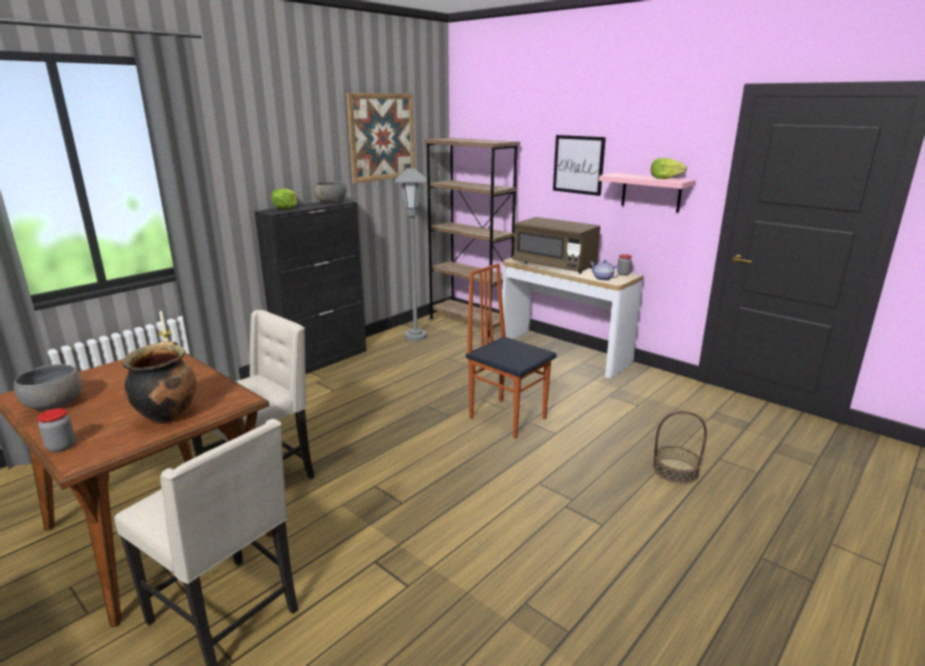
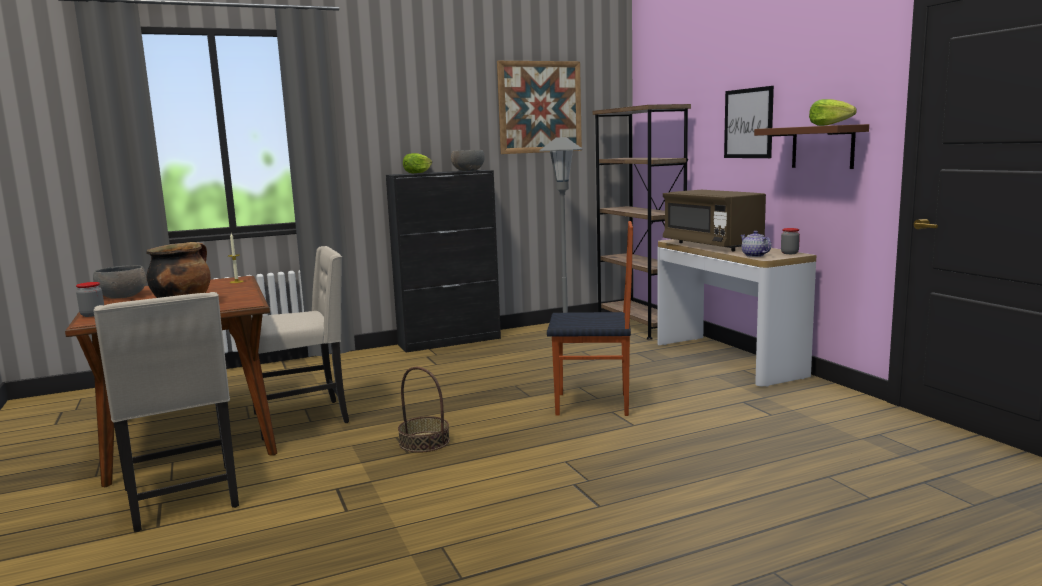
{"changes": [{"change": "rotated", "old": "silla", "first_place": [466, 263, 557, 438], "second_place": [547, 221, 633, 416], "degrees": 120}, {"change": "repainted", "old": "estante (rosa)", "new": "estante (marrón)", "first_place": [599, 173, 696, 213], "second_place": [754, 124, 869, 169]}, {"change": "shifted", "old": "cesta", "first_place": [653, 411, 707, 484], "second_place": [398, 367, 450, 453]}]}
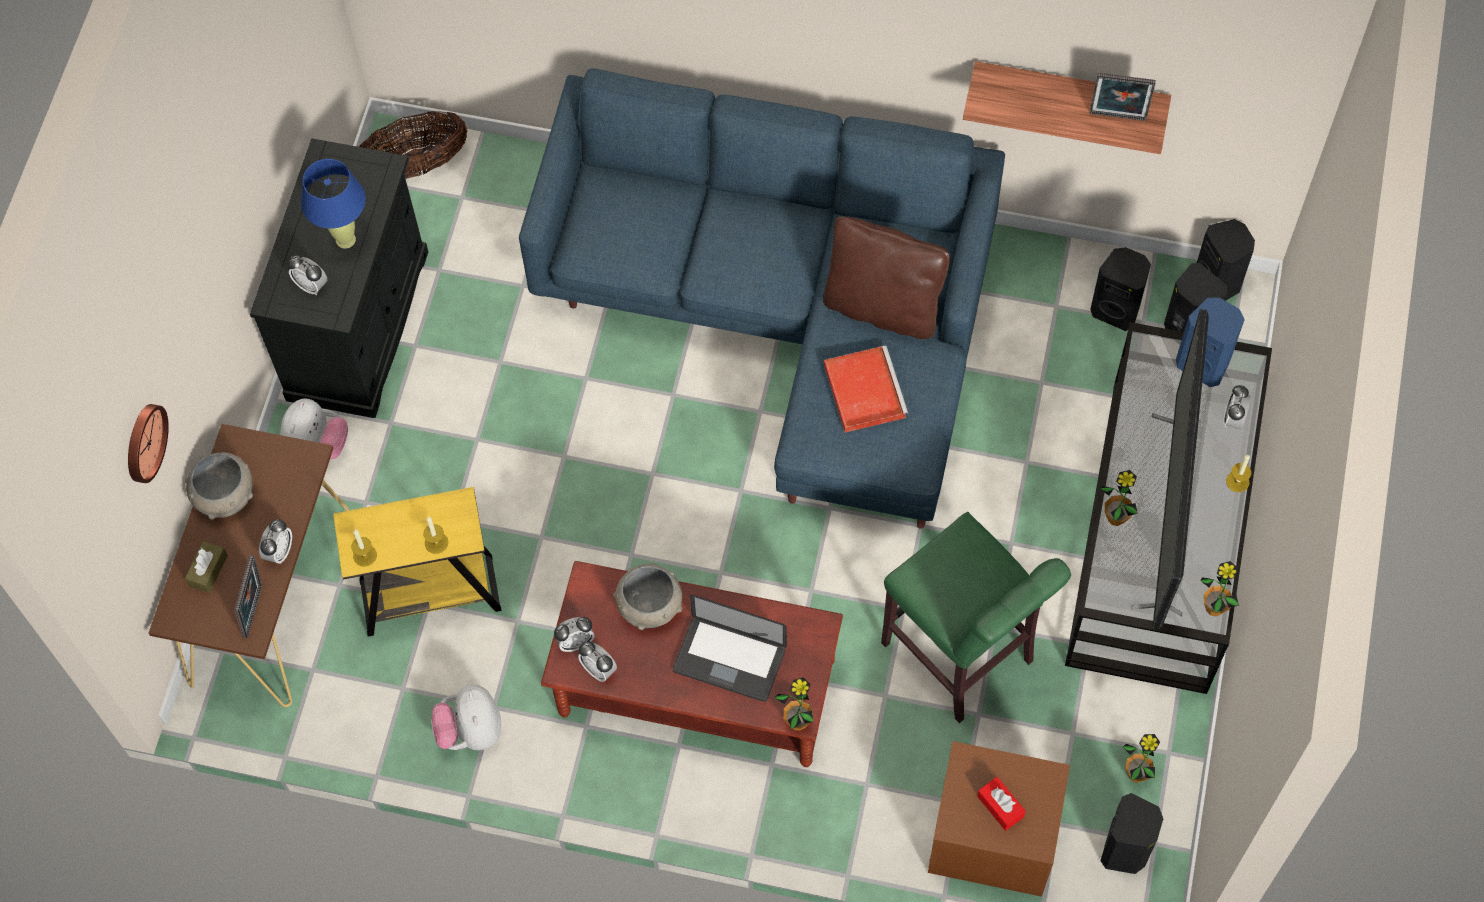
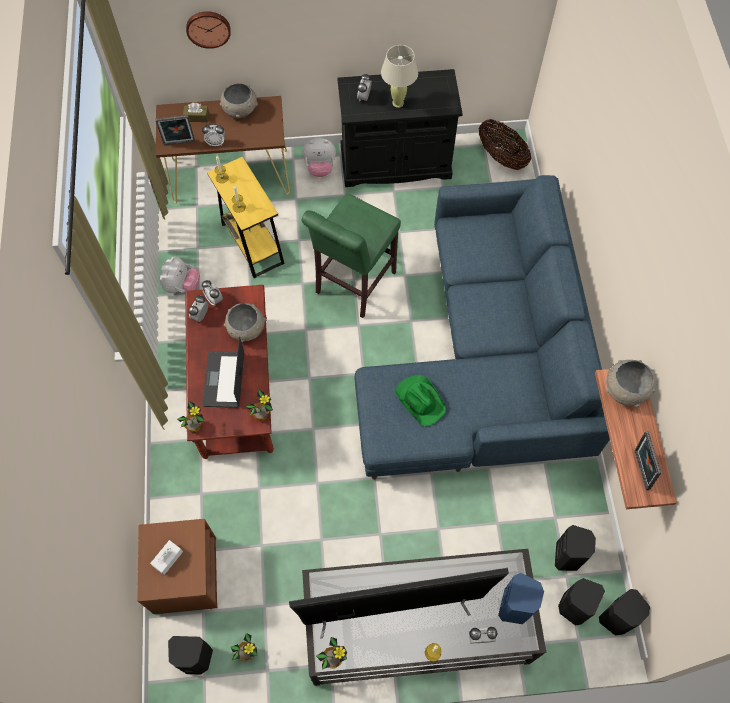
{"changes": [{"change": "repainted", "old": "lámpara de mesa (azul)", "new": "lámpara de mesa (beis)", "first_place": [301, 159, 366, 249], "second_place": [381, 45, 418, 108]}, {"change": "rotated", "old": "peluche", "first_place": [432, 684, 501, 750], "second_place": [160, 257, 200, 293], "degrees": 135}, {"change": "gone", "old": "cojín (marrón)", "first_place": [823, 216, 950, 339]}, {"change": "swapped", "old": "bandeja (rojo)", "new": "sombrero (verde)", "first_place": [824, 346, 908, 433], "second_place": [395, 375, 446, 427]}, {"change": "shifted", "old": "taburete (verde)", "first_place": [881, 512, 1071, 723], "second_place": [302, 193, 401, 318]}, {"change": "repainted", "old": "caja de pañuelos (rojo)", "new": "caja de pañuelos (blanco)", "first_place": [977, 777, 1025, 831], "second_place": [150, 540, 183, 575]}, {"change": "shifted", "old": "planta en maceta", "first_place": [1101, 470, 1138, 526], "second_place": [246, 389, 273, 421]}, {"change": "new", "new": "cuenco (gris)", "second_place": [606, 360, 656, 407]}]}
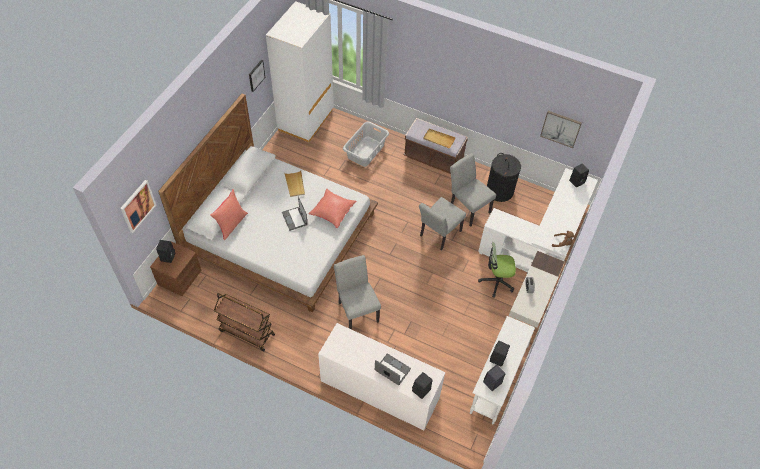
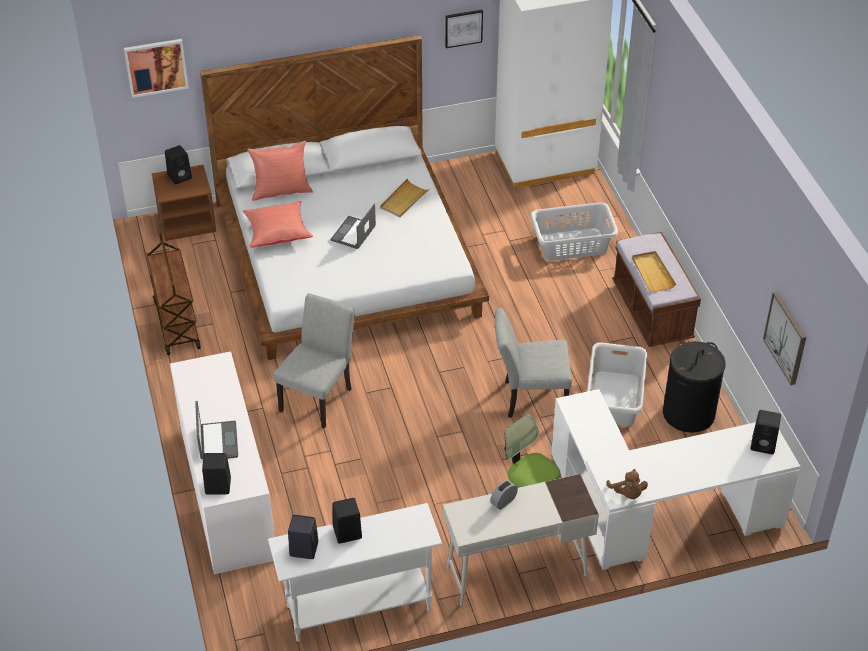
{"changes": [{"change": "shifted", "old": "cojín (rojo)", "first_place": [308, 189, 356, 228], "second_place": [243, 201, 313, 248]}, {"change": "swapped", "old": "silla (gris)", "new": "cesto de la ropa (gris)", "first_place": [450, 153, 496, 227], "second_place": [587, 342, 647, 426]}]}
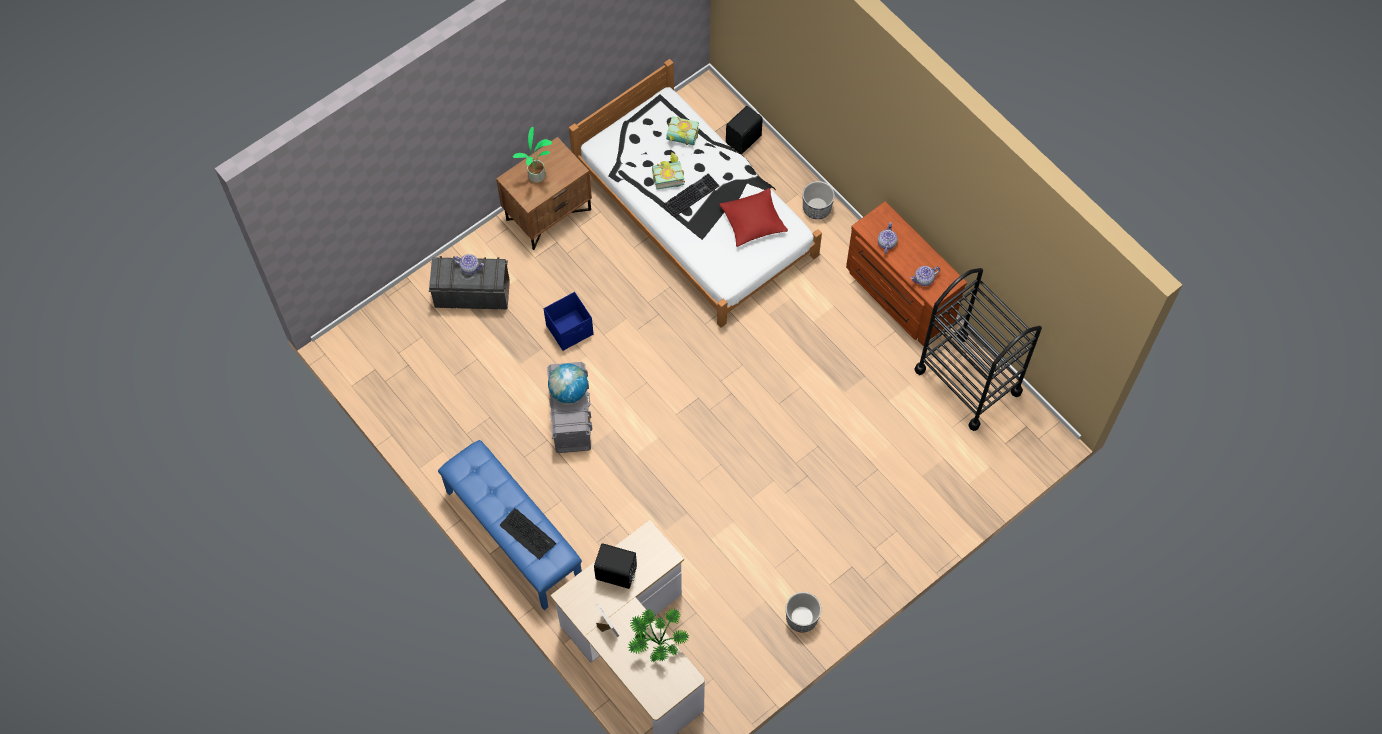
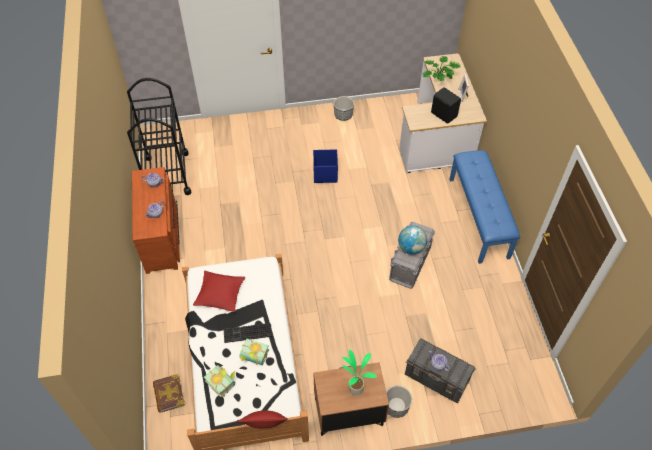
{"changes": [{"change": "gone", "old": "teclado", "first_place": [500, 508, 556, 560]}, {"change": "shifted", "old": "caja de almacenaje (azul)", "first_place": [544, 292, 594, 351], "second_place": [313, 149, 338, 183]}, {"change": "swapped", "old": "altavoz (negro)", "new": "libro", "first_place": [726, 106, 763, 154], "second_place": [153, 374, 185, 413]}, {"change": "shifted", "old": "maceta", "first_place": [803, 181, 835, 219], "second_place": [386, 385, 412, 418]}, {"change": "new", "new": "cojín (rojo)", "second_place": [237, 410, 288, 428]}]}
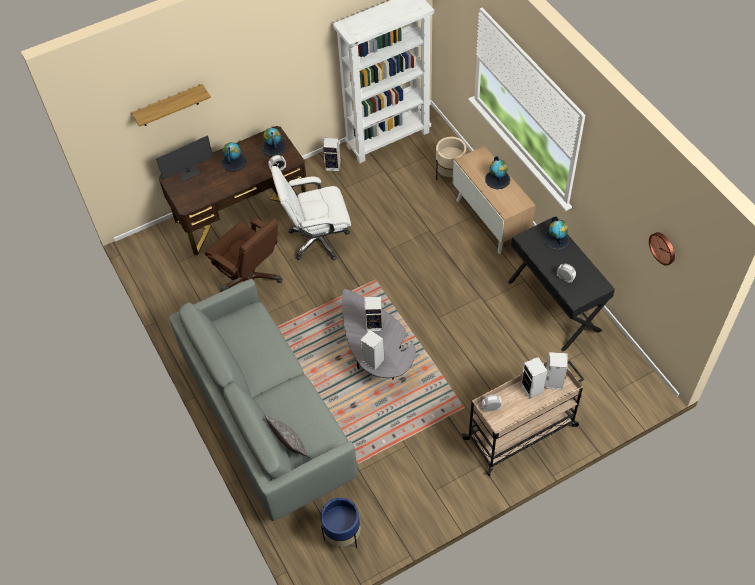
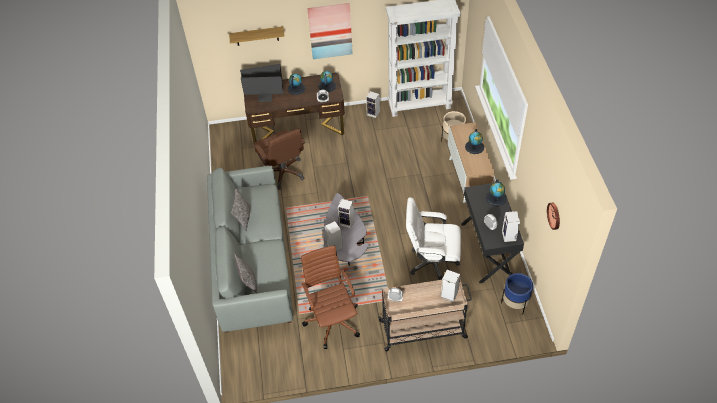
{"changes": [{"change": "shifted", "old": "silla de oficina (blanco)", "first_place": [271, 166, 351, 260], "second_place": [406, 197, 461, 280]}, {"change": "shifted", "old": "maceta (azul)", "first_place": [321, 498, 361, 548], "second_place": [501, 273, 533, 313]}, {"change": "shifted", "old": "altavoz", "first_place": [520, 357, 547, 399], "second_place": [502, 211, 520, 242]}, {"change": "new", "new": "cojín", "second_place": [231, 188, 251, 231]}, {"change": "new", "new": "monitor", "second_place": [241, 76, 284, 102]}, {"change": "new", "new": "silla de oficina (marrón)", "second_place": [301, 245, 360, 349]}, {"change": "new", "new": "cuadro", "second_place": [307, 3, 353, 59]}]}
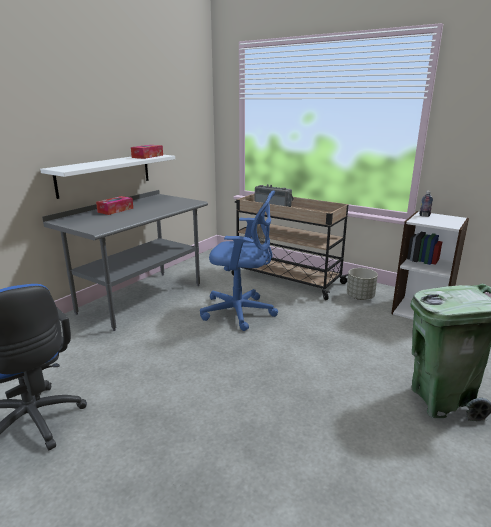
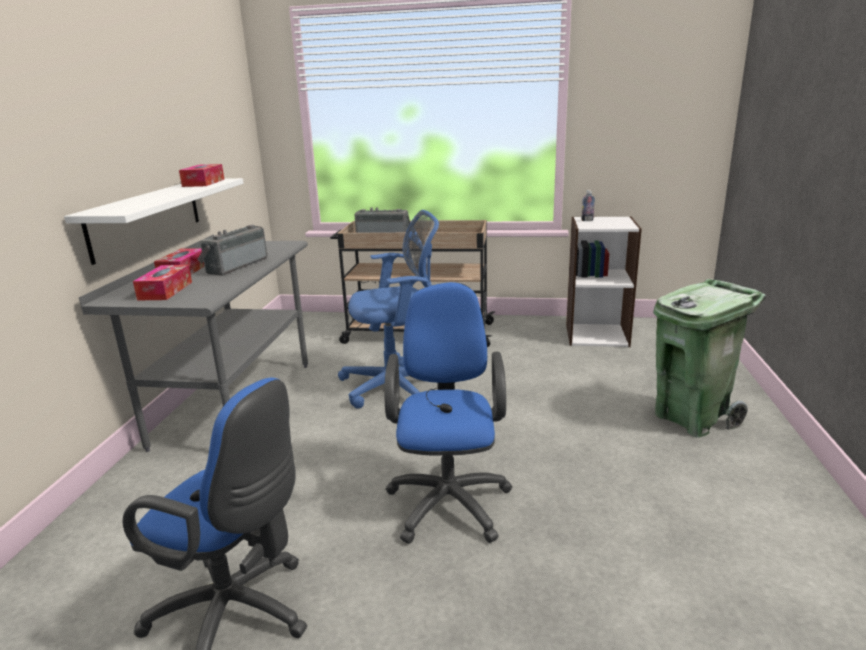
{"changes": [{"change": "gone", "old": "maceta (gris)", "first_place": [347, 268, 378, 300]}, {"change": "new", "new": "caja de pañuelos", "second_place": [133, 265, 192, 300]}, {"change": "new", "new": "radio", "second_place": [198, 225, 267, 276]}, {"change": "new", "new": "silla de oficina (azul)", "second_place": [384, 282, 512, 544]}]}
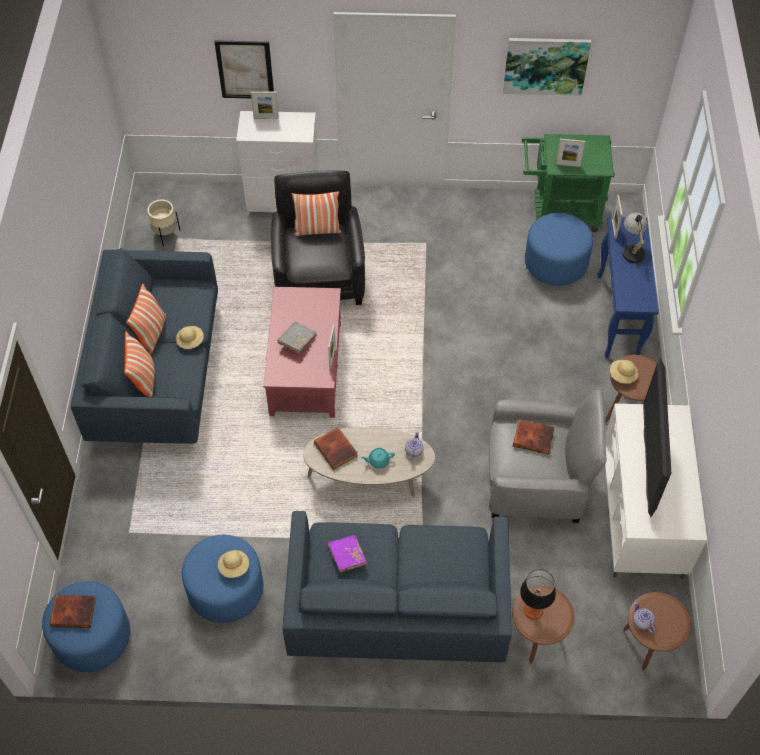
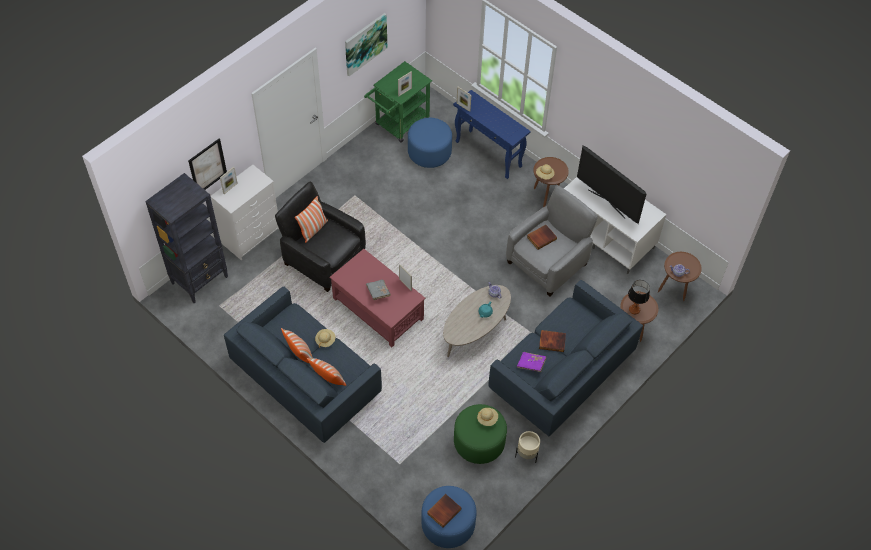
{"changes": [{"change": "shifted", "old": "maceta (beis)", "first_place": [147, 200, 180, 246], "second_place": [515, 431, 540, 463]}, {"change": "repainted", "old": "puf (azul)", "new": "puf (verde)", "first_place": [182, 535, 263, 623], "second_place": [454, 404, 507, 464]}, {"change": "shifted", "old": "libro", "first_place": [314, 427, 358, 470], "second_place": [539, 330, 566, 352]}, {"change": "gone", "old": "lámpara de mesa", "first_place": [622, 213, 647, 270]}, {"change": "new", "new": "estantería (negro)", "second_place": [145, 173, 228, 303]}]}
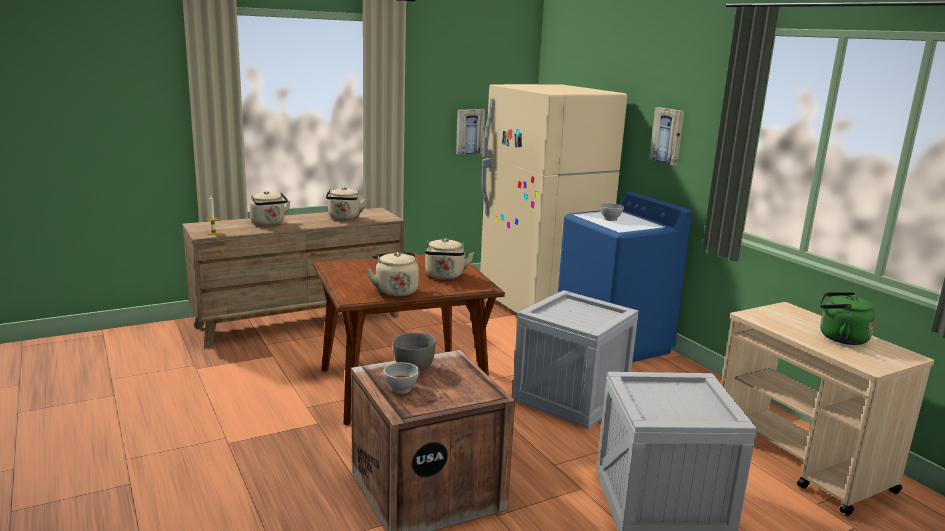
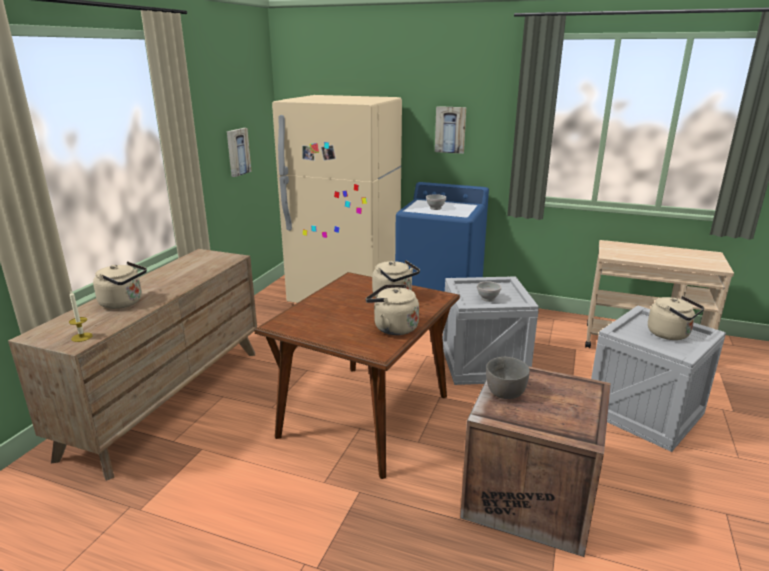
{"changes": [{"change": "shifted", "old": "hervidor (beis)", "first_place": [326, 187, 367, 220], "second_place": [648, 296, 704, 340]}, {"change": "shifted", "old": "cuenco (blanco)", "first_place": [383, 362, 419, 394], "second_place": [477, 281, 501, 302]}, {"change": "gone", "old": "hervidor (verde)", "first_place": [820, 292, 876, 345]}]}
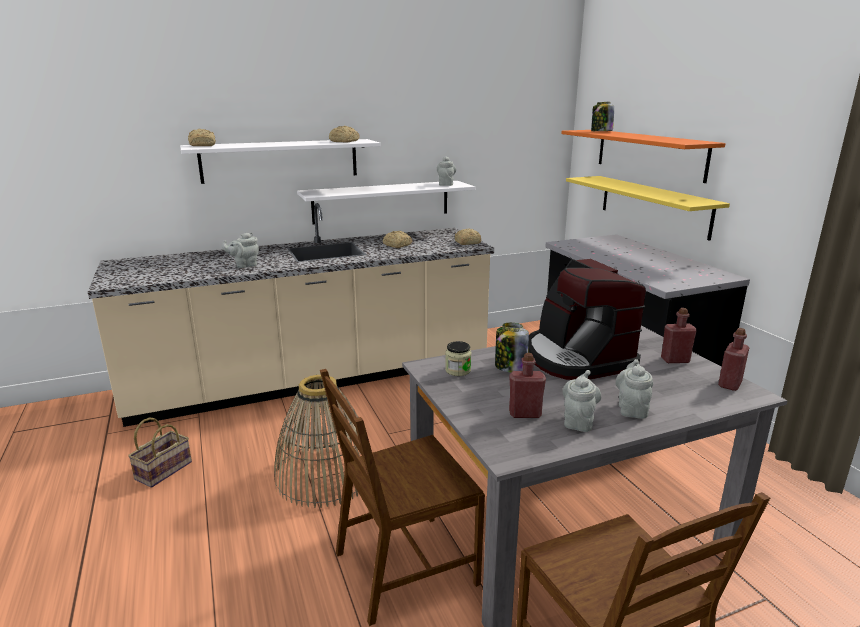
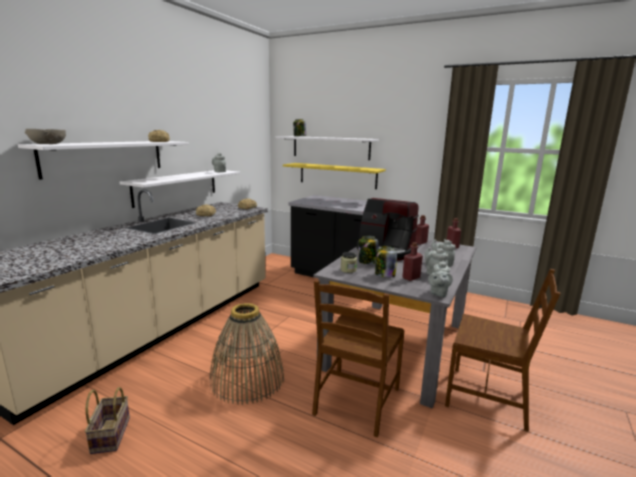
{"changes": [{"change": "swapped", "old": "pan", "new": "cuenco (gris)", "first_place": [188, 129, 216, 146], "second_place": [25, 129, 66, 144]}, {"change": "shifted", "old": "tetera (gris)", "first_place": [222, 233, 259, 268], "second_place": [428, 260, 453, 297]}, {"change": "repainted", "old": "estante (naranja)", "new": "estante (blanco)", "first_place": [561, 130, 726, 183], "second_place": [275, 136, 379, 160]}, {"change": "new", "new": "tarro", "second_place": [375, 246, 397, 278]}]}
